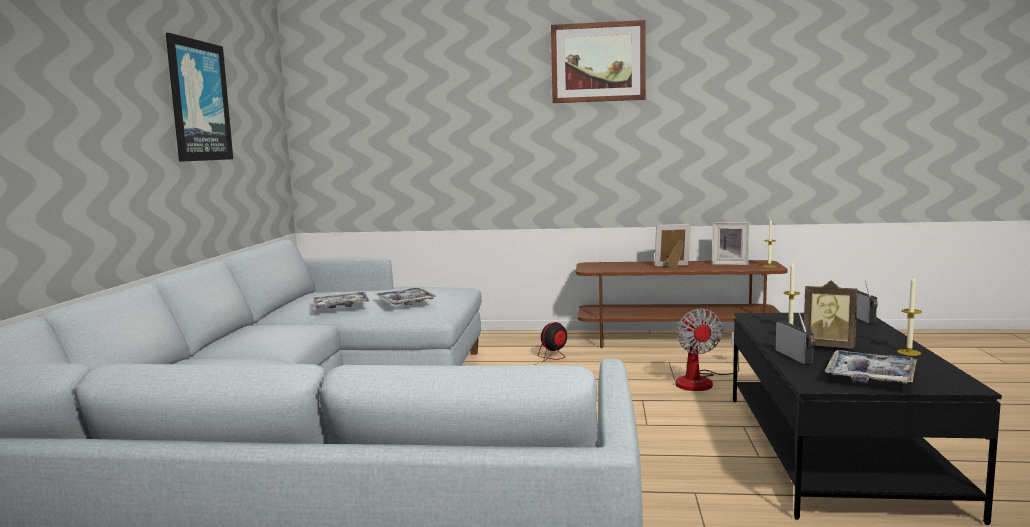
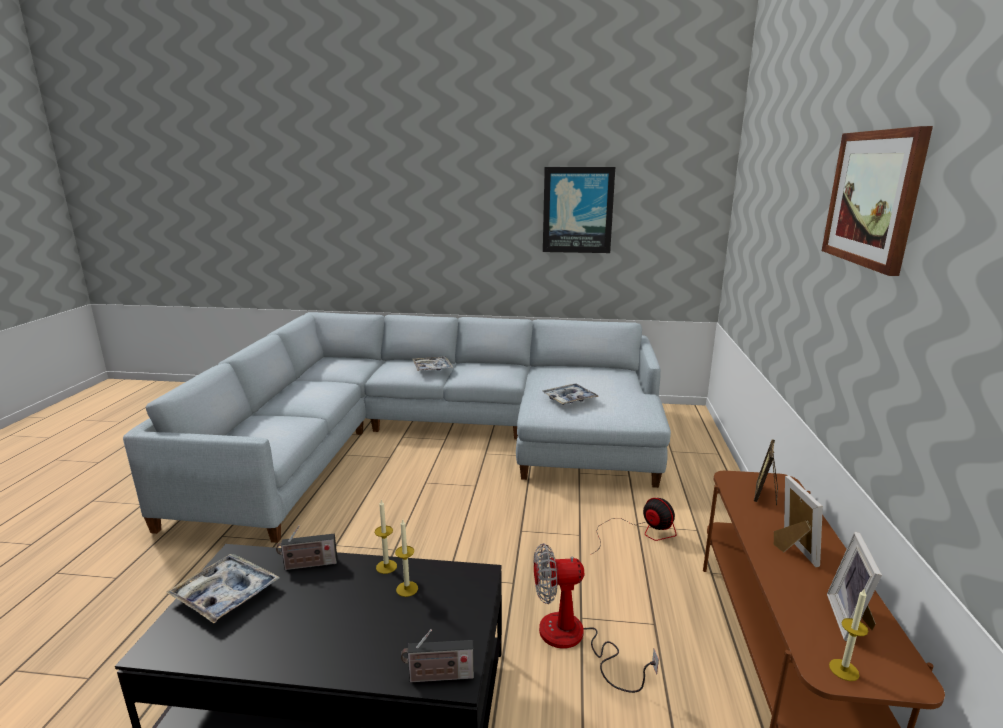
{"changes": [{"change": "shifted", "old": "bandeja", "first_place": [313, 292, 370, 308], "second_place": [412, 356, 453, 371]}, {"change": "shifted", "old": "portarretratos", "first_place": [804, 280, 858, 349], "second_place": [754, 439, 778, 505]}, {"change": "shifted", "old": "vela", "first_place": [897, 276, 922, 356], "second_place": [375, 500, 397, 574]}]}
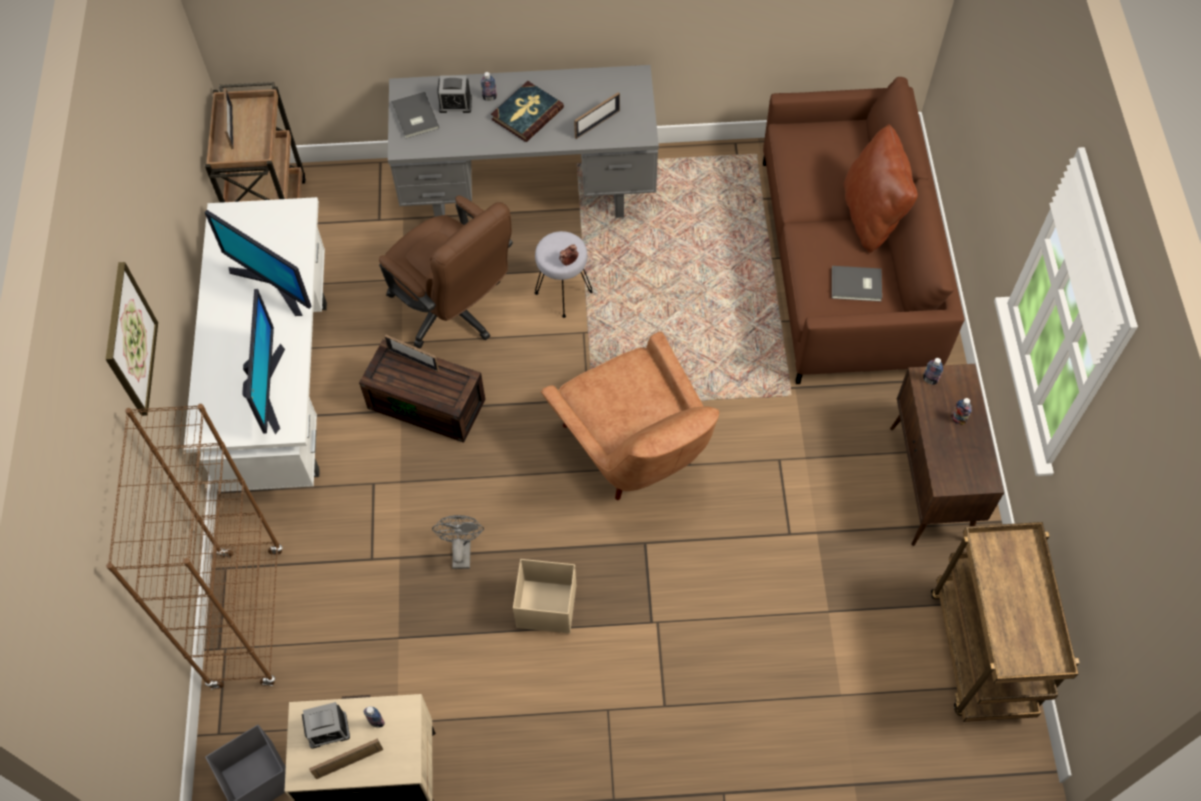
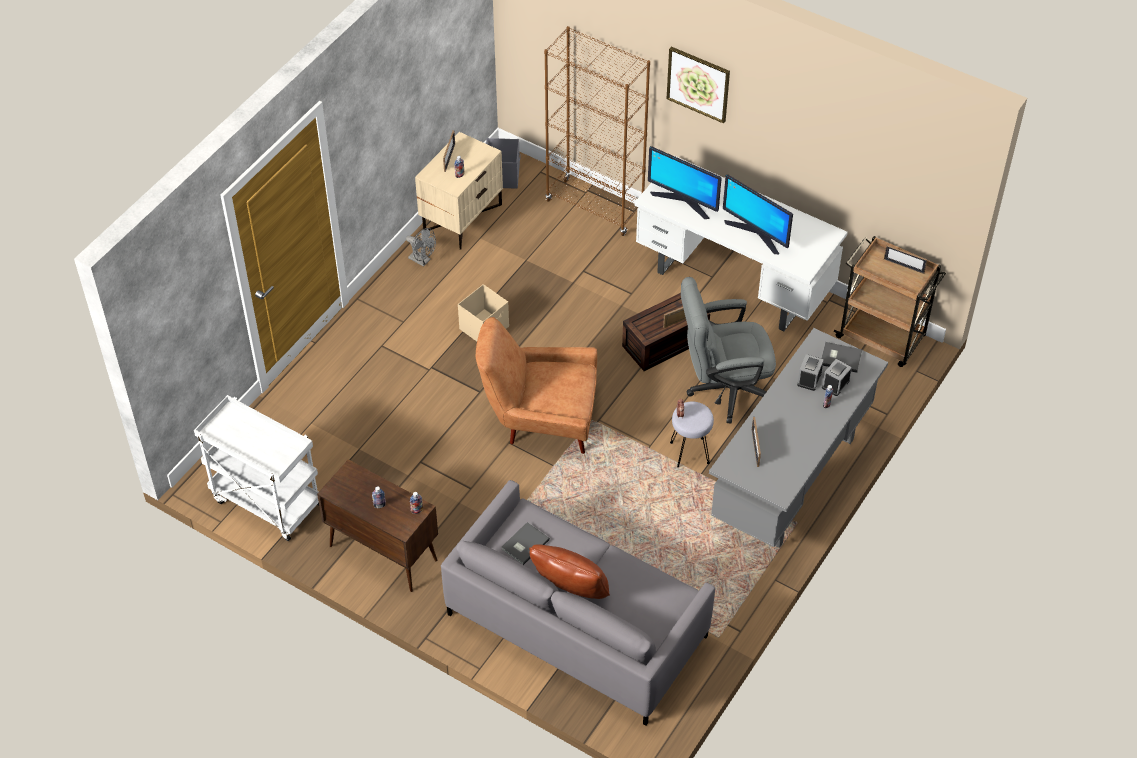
{"changes": [{"change": "rotated", "old": "monitor", "first_place": [205, 210, 312, 316], "second_place": [723, 174, 793, 254], "degrees": -120}, {"change": "shifted", "old": "despertador", "first_place": [302, 702, 350, 749], "second_place": [797, 354, 824, 391]}, {"change": "repainted", "old": "silla de oficina (marrón)", "new": "silla de oficina (gris)", "first_place": [379, 196, 513, 348], "second_place": [681, 277, 776, 424]}, {"change": "shifted", "old": "ventilador (gris)", "first_place": [432, 515, 484, 569], "second_place": [406, 228, 436, 267]}, {"change": "gone", "old": "libro", "first_place": [491, 81, 564, 142]}, {"change": "repainted", "old": "sofá (marrón)", "new": "sofá (gris)", "first_place": [763, 77, 965, 384], "second_place": [441, 480, 715, 725]}, {"change": "repainted", "old": "carrito (marrón)", "new": "carrito (blanco)", "first_place": [931, 522, 1080, 722], "second_place": [194, 395, 319, 541]}]}
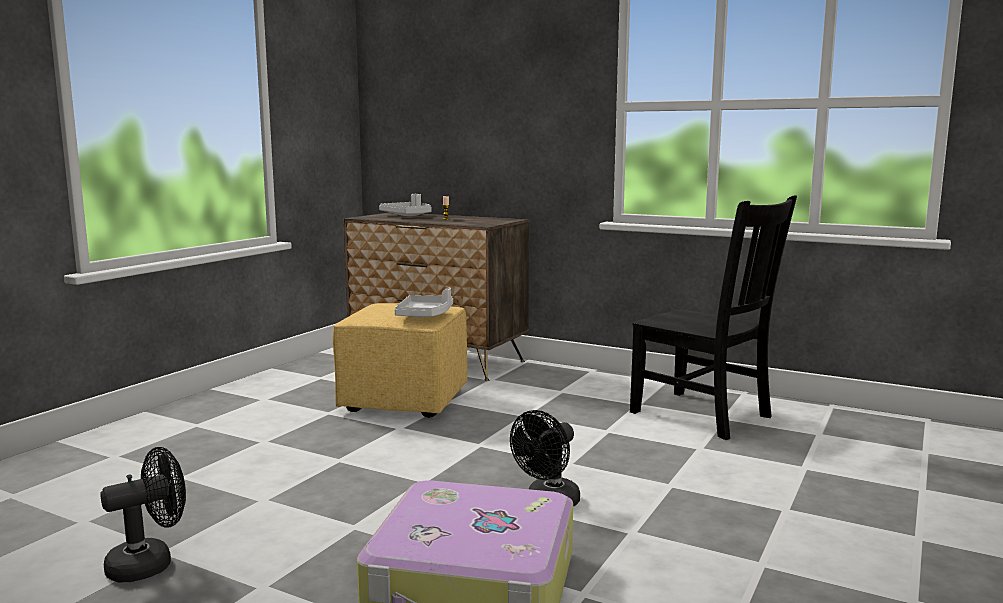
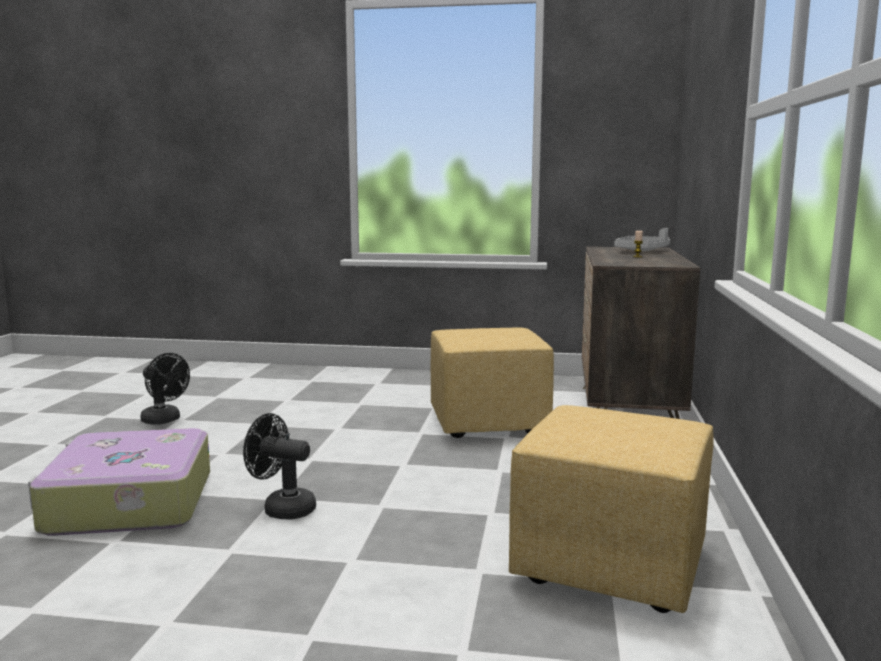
{"changes": [{"change": "gone", "old": "bandeja (gris)", "first_place": [394, 288, 453, 318]}, {"change": "swapped", "old": "silla (negro)", "new": "puf (amarillo)", "first_place": [630, 195, 797, 440], "second_place": [509, 405, 714, 613]}]}
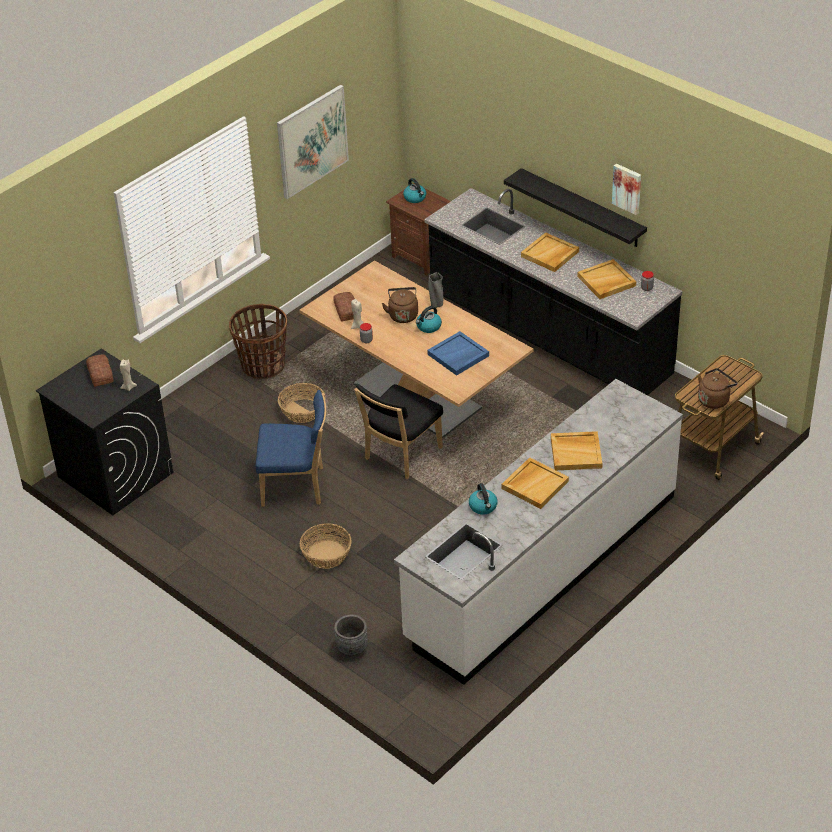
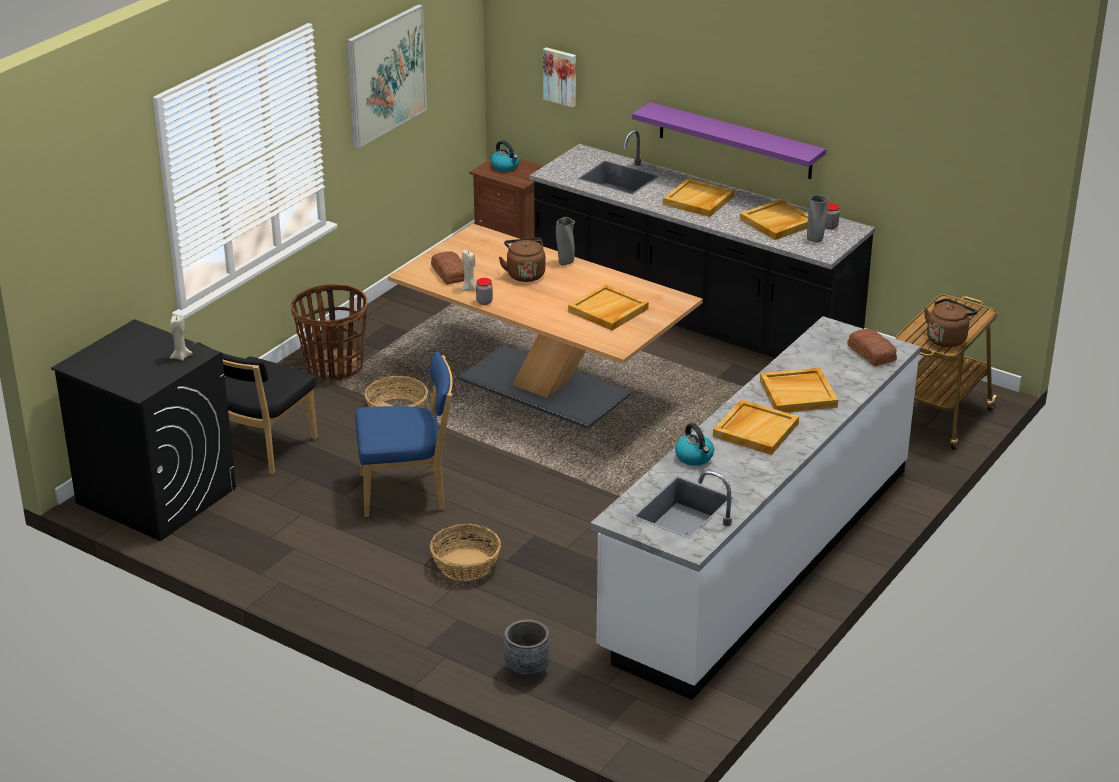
{"changes": [{"change": "shifted", "old": "pan", "first_place": [86, 354, 114, 387], "second_place": [847, 329, 897, 367]}, {"change": "shifted", "old": "silla (negro)", "first_place": [354, 384, 443, 479], "second_place": [197, 342, 318, 475]}, {"change": "gone", "old": "hervidor", "first_place": [416, 306, 442, 333]}, {"change": "repainted", "old": "bandeja (azul)", "new": "bandeja (beis)", "first_place": [427, 331, 489, 376], "second_place": [568, 284, 649, 331]}, {"change": "repainted", "old": "estante (negro)", "new": "estante (morado)", "first_place": [504, 168, 647, 247], "second_place": [632, 102, 826, 179]}, {"change": "shifted", "old": "cuadro", "first_place": [612, 164, 641, 215], "second_place": [543, 47, 576, 107]}, {"change": "new", "new": "florero (gris)", "second_place": [807, 195, 828, 243]}]}
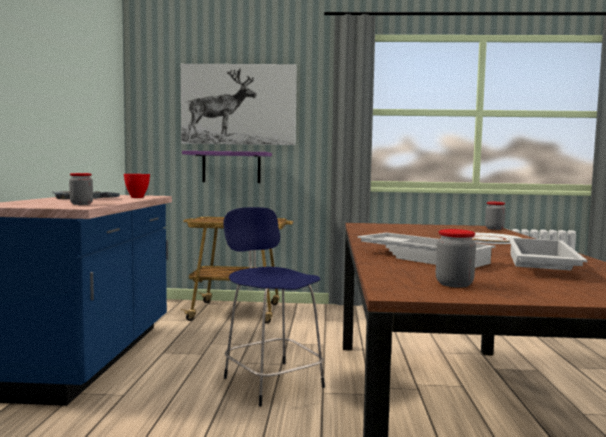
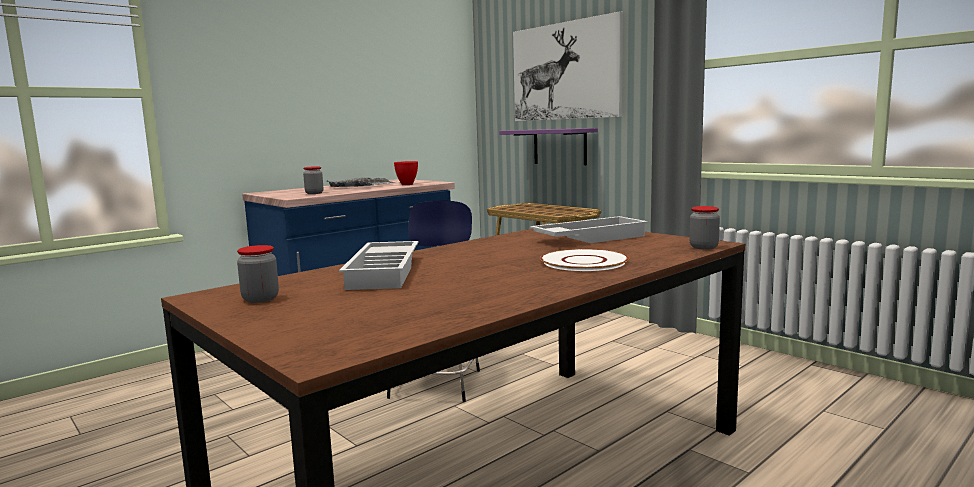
{"changes": [{"change": "shifted", "old": "bandeja (blanco)", "first_place": [508, 238, 588, 271], "second_place": [530, 216, 648, 243]}]}
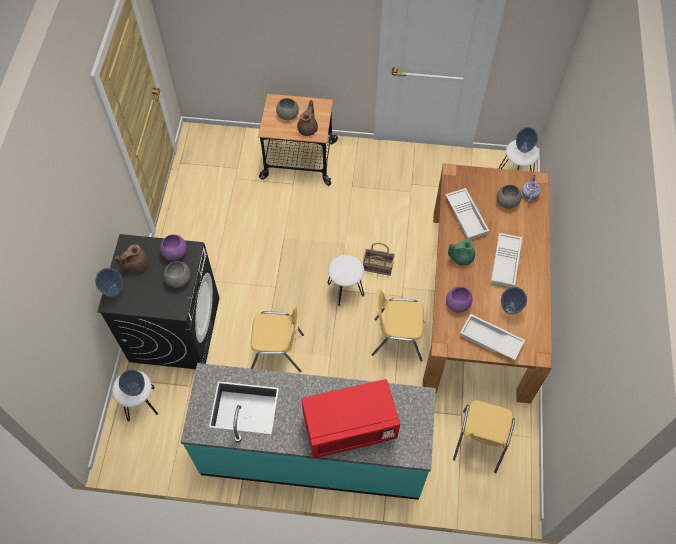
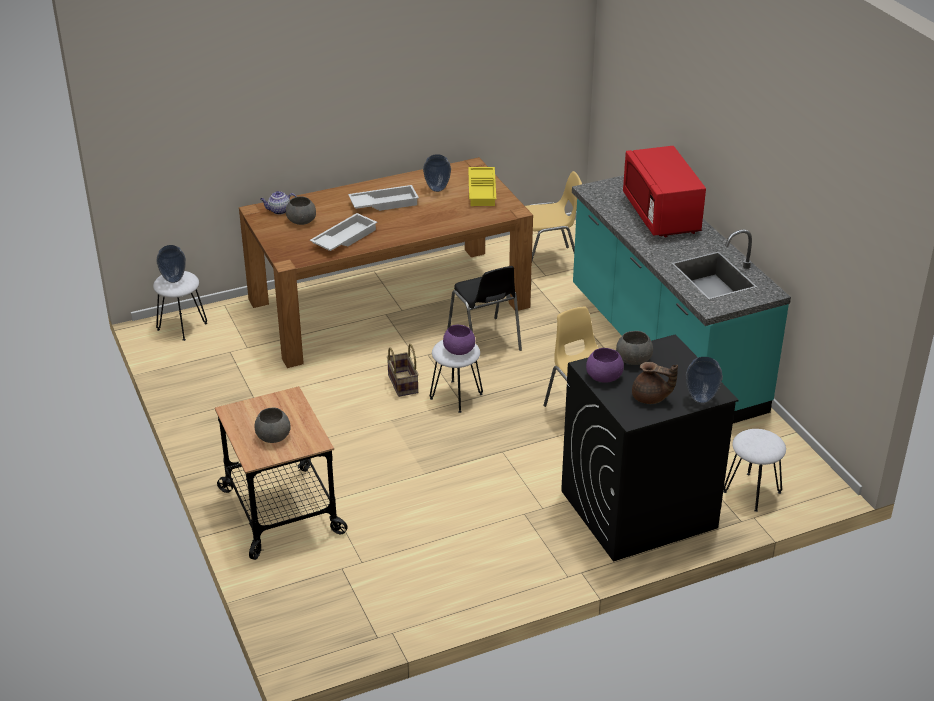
{"changes": [{"change": "gone", "old": "florero", "first_place": [119, 369, 145, 396]}, {"change": "gone", "old": "tetera (marrón)", "first_place": [297, 100, 318, 136]}, {"change": "rotated", "old": "microondas (rojo)", "first_place": [301, 379, 400, 458], "second_place": [623, 146, 706, 237], "degrees": -150}, {"change": "repainted", "old": "silla (amarillo)", "new": "silla (negro)", "first_place": [372, 289, 424, 362], "second_place": [447, 266, 522, 363]}, {"change": "shifted", "old": "cuenco (morado)", "first_place": [446, 287, 473, 312], "second_place": [443, 325, 475, 355]}, {"change": "gone", "old": "tetera (verde)", "first_place": [448, 239, 475, 266]}, {"change": "repainted", "old": "bandeja (blanco)", "new": "bandeja (amarillo)", "first_place": [460, 314, 525, 360], "second_place": [468, 167, 496, 206]}]}
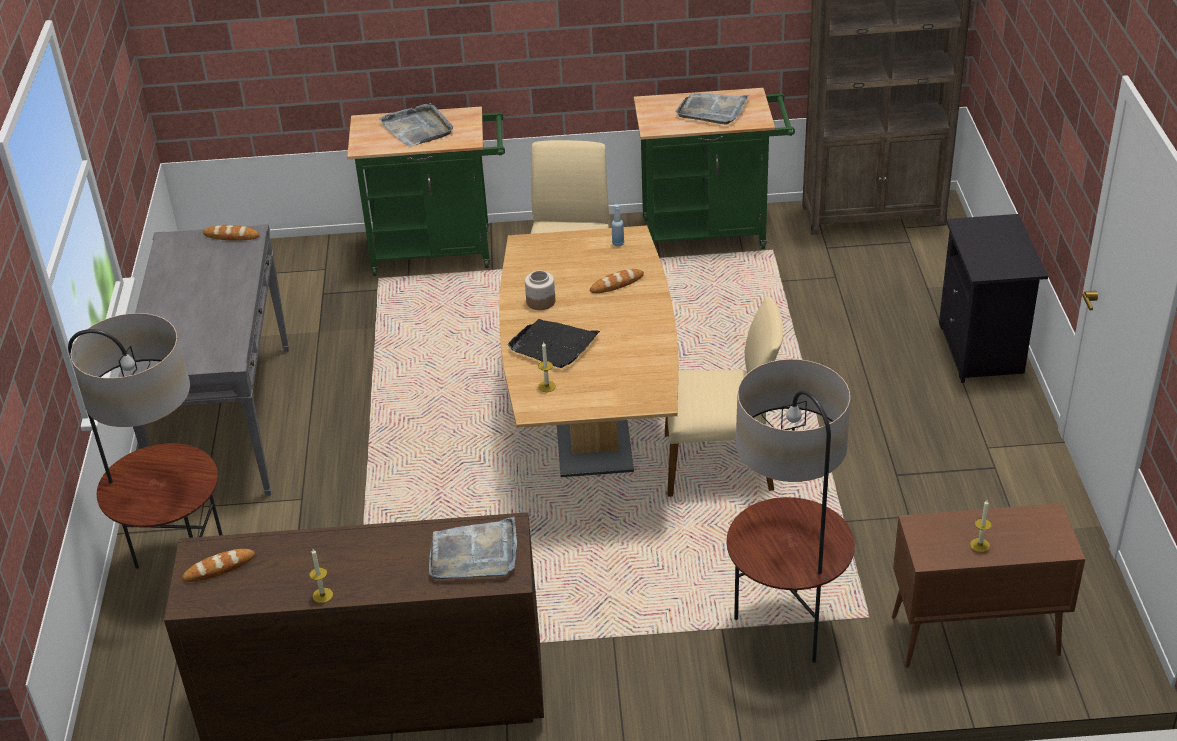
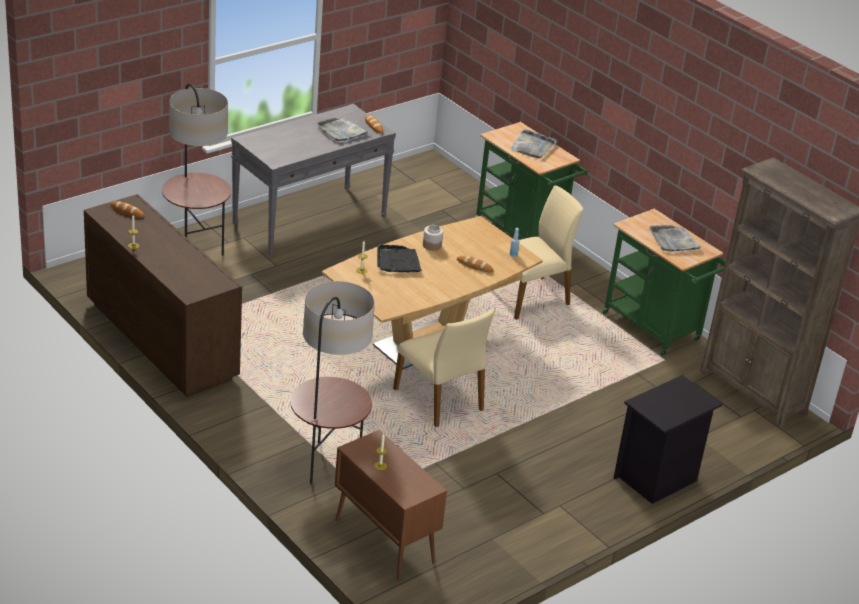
{"changes": [{"change": "shifted", "old": "bandeja (gris)", "first_place": [429, 517, 517, 579], "second_place": [317, 118, 370, 141]}]}
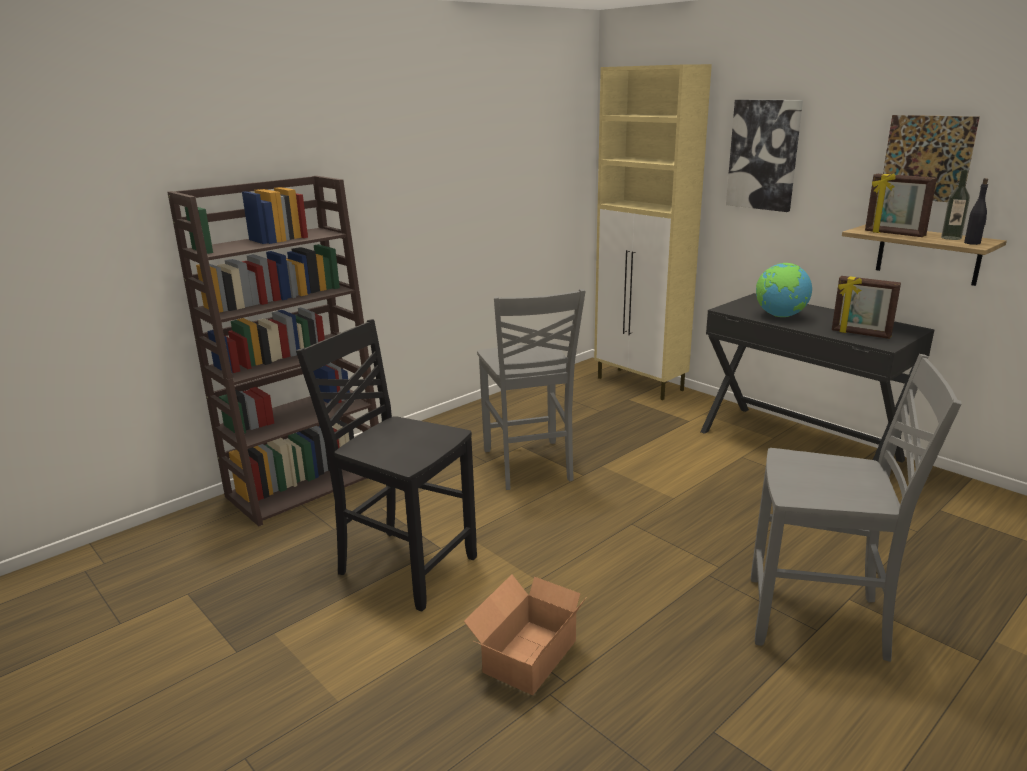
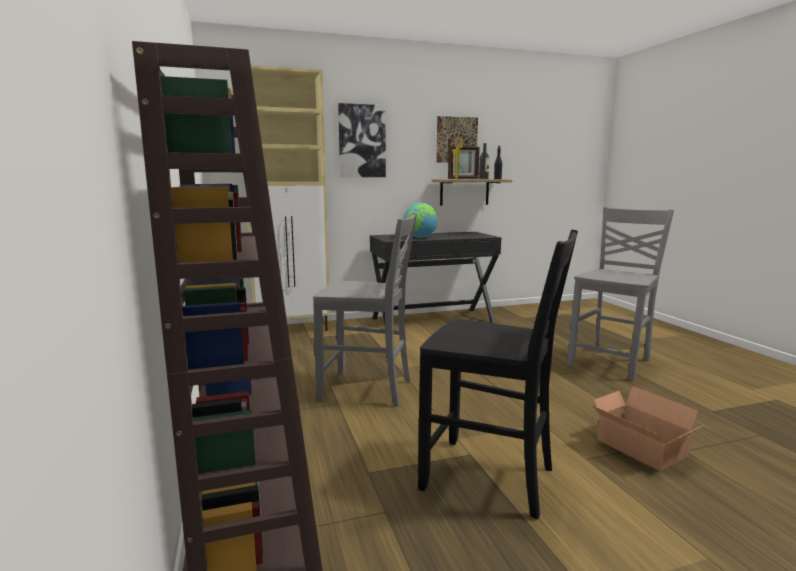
{"changes": [{"change": "rotated", "old": "silla (negro)", "first_place": [296, 319, 477, 611], "second_place": [418, 229, 578, 519], "degrees": -120}, {"change": "gone", "old": "portarretratos", "first_place": [832, 276, 901, 339]}]}
